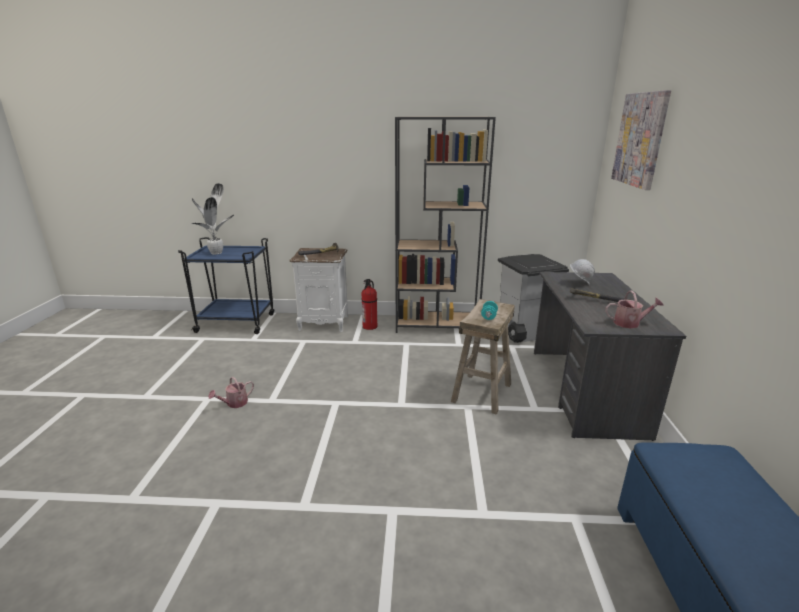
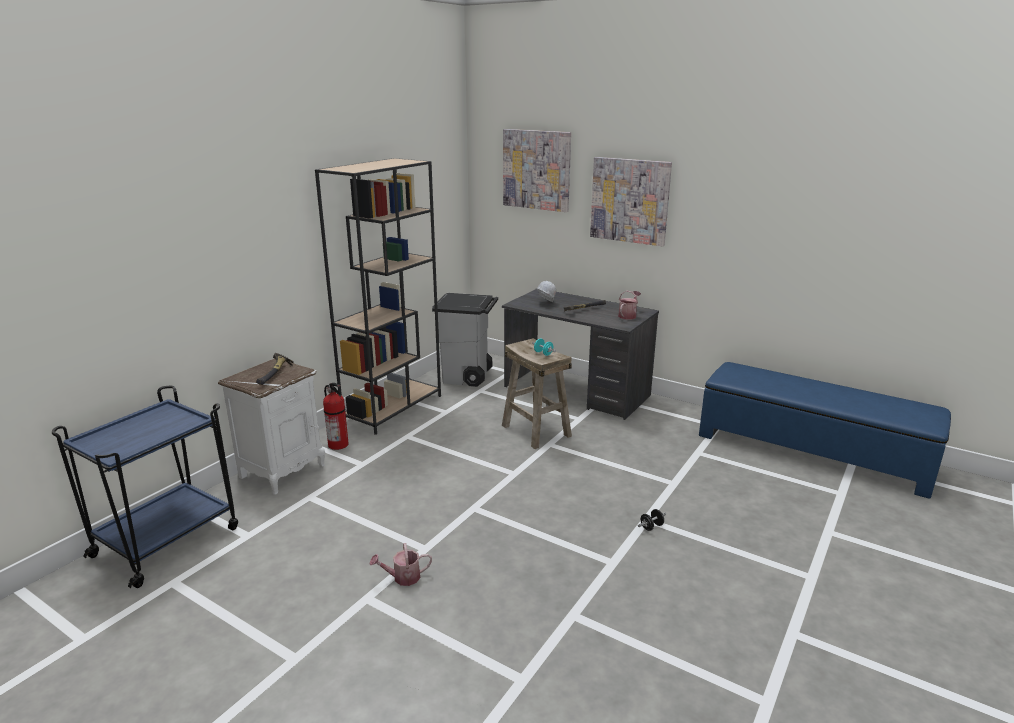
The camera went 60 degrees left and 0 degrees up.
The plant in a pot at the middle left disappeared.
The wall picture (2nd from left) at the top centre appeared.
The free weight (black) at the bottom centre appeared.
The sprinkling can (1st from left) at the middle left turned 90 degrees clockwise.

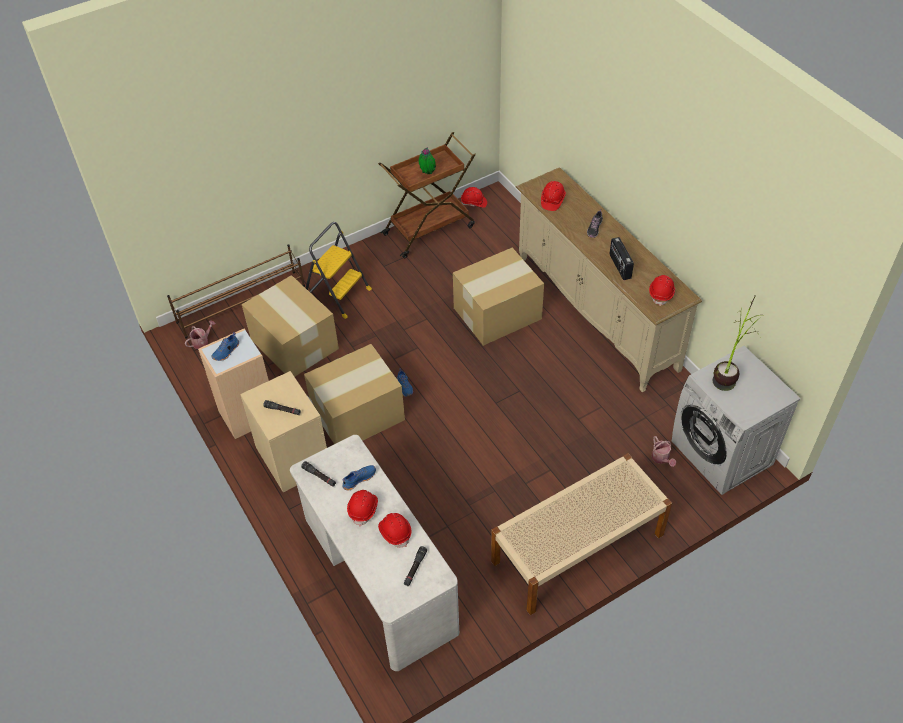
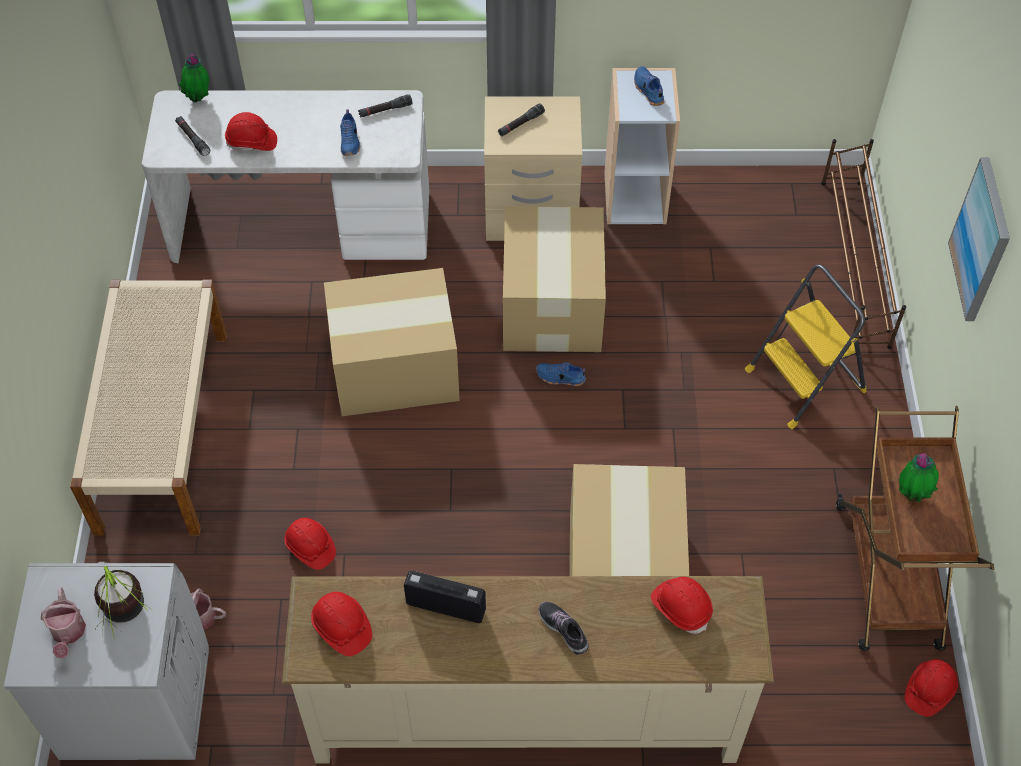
The camera went 120 degrees right and 5 degrees up.
The plant in a pot (2nd from left) at the top left appeared.
The wall picture at the top right appeared.
The sprinkling can (1st from left) moved from the middle left to the bottom left.
The cardboard box (1st from left) moved from the middle left to the centre.
The safety helmet (red) (1st from left in the first image) moved from the bottom centre to the bottom left.

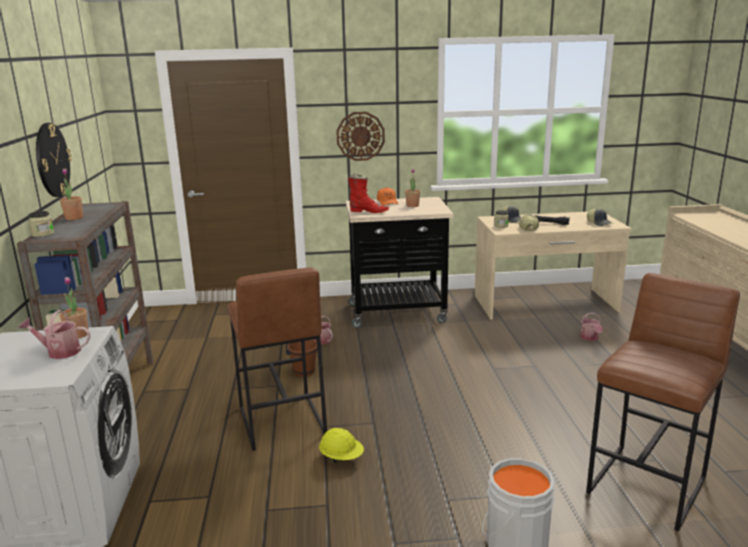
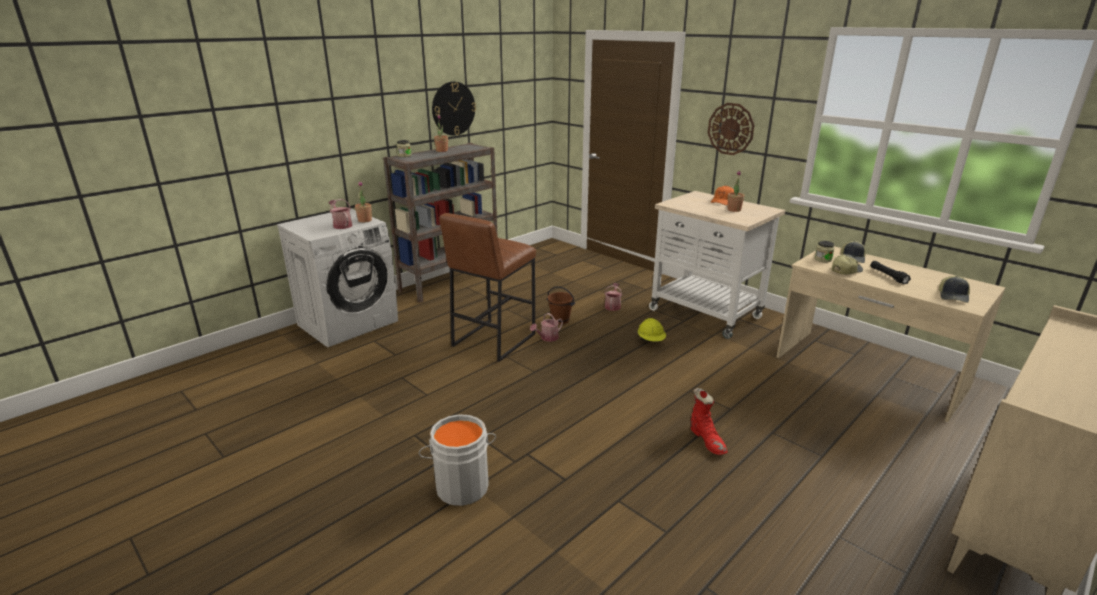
The camera went 50 degrees right and 5 degrees up.
The stool (brown) (2nd from left) at the bottom right disappeared.
The safety helmet (yellow) moved from the bottom centre to the centre.
The boot (red) moved from the centre to the bottom centre.
The sprinkling can (3rd from left in the first image) moved from the middle right to the centre.
The cart (black) at the centre became the cart (white) at the centre.

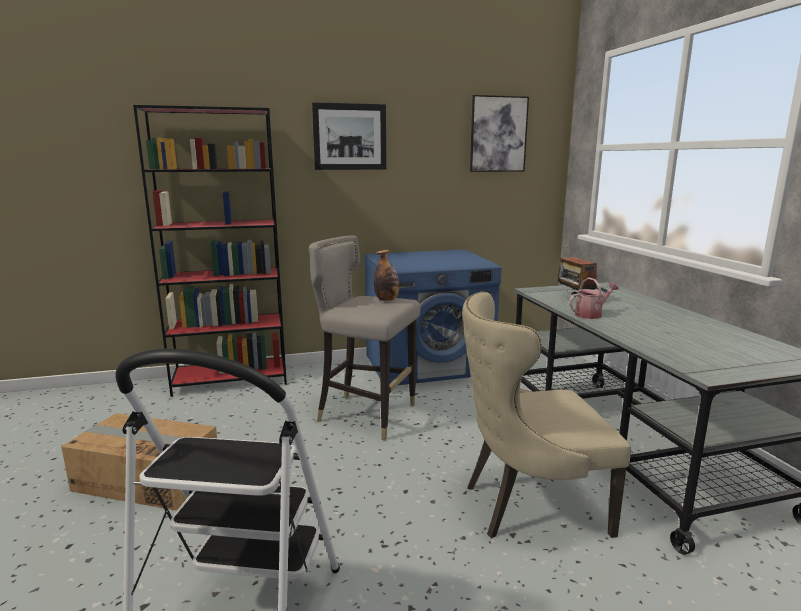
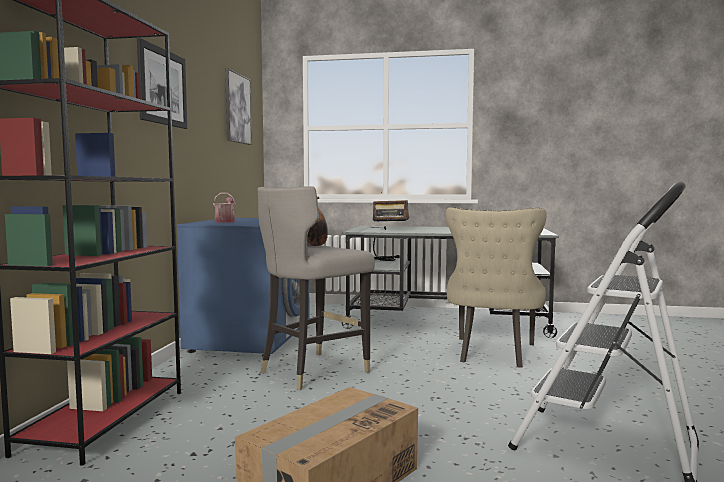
The camera went 65 degrees left and 10 degrees down.
The sprinkling can moved from the middle right to the middle left.

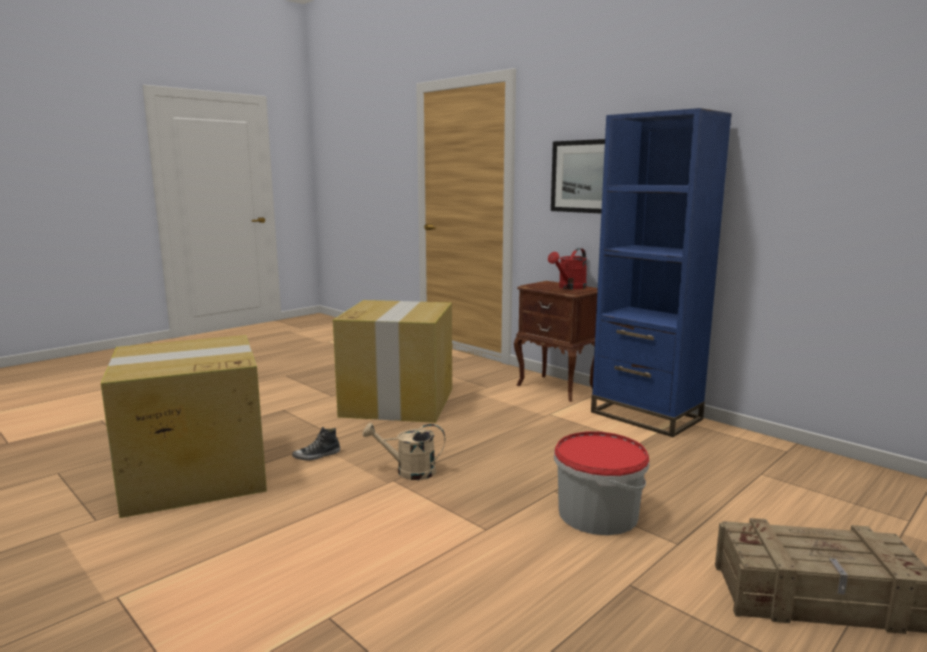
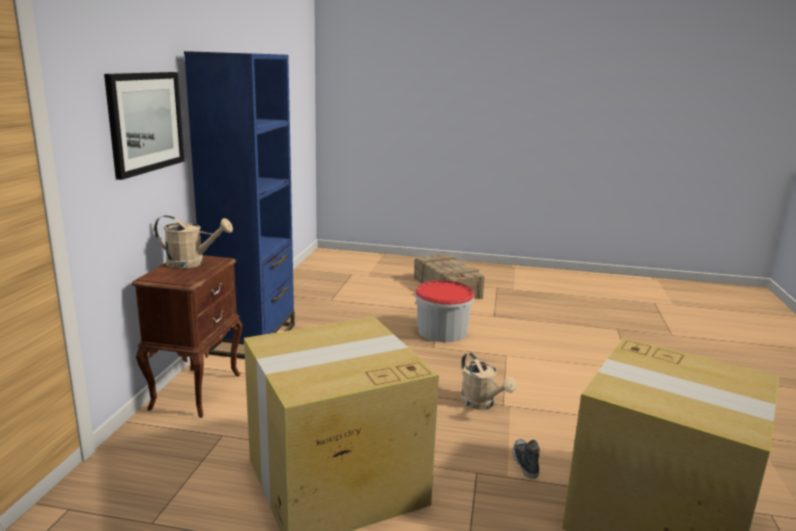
The camera went 125 degrees left and 5 degrees up.
The sprinkling can (red) at the centre became the sprinkling can (beige-coloured) (1st from left) at the middle left.
The item of footwear at the bottom centre turned 120 degrees counterclockwise.

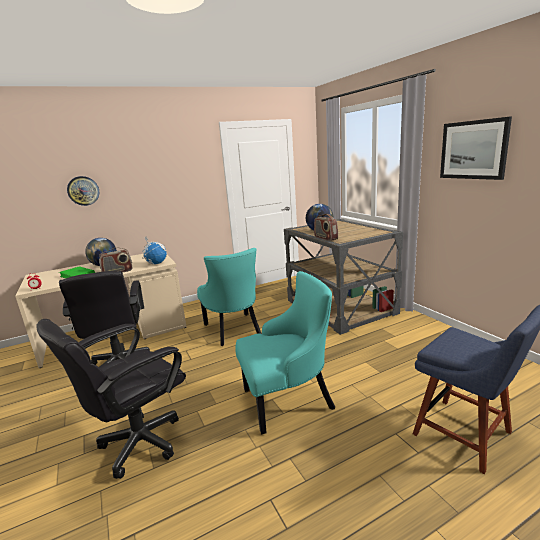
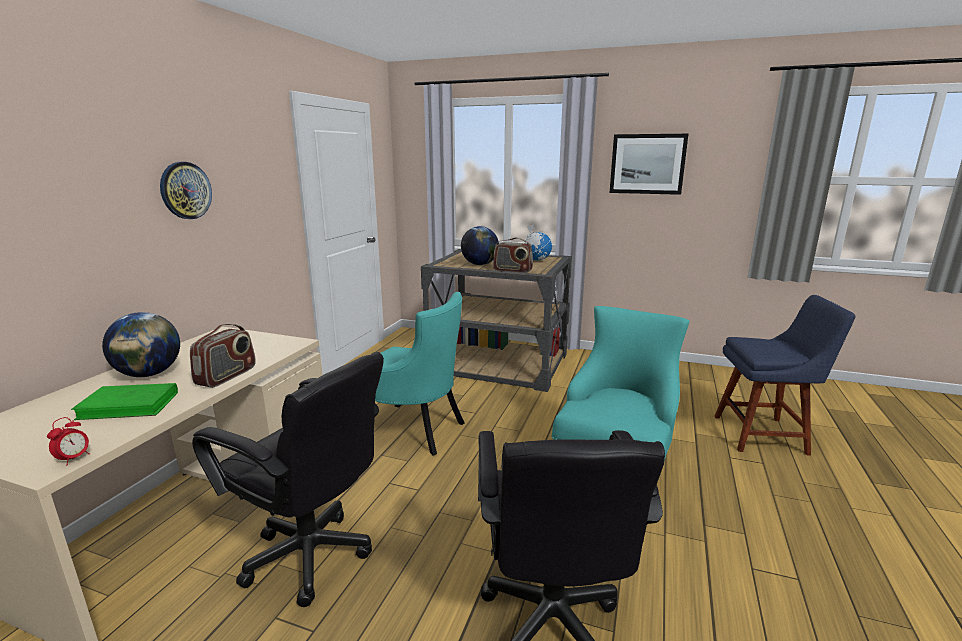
The camera went 45 degrees left and 0 degrees up.
The hanging clock moved from the middle left to the top left.
The desk globe (2nd from left in the first image) moved from the middle left to the centre.

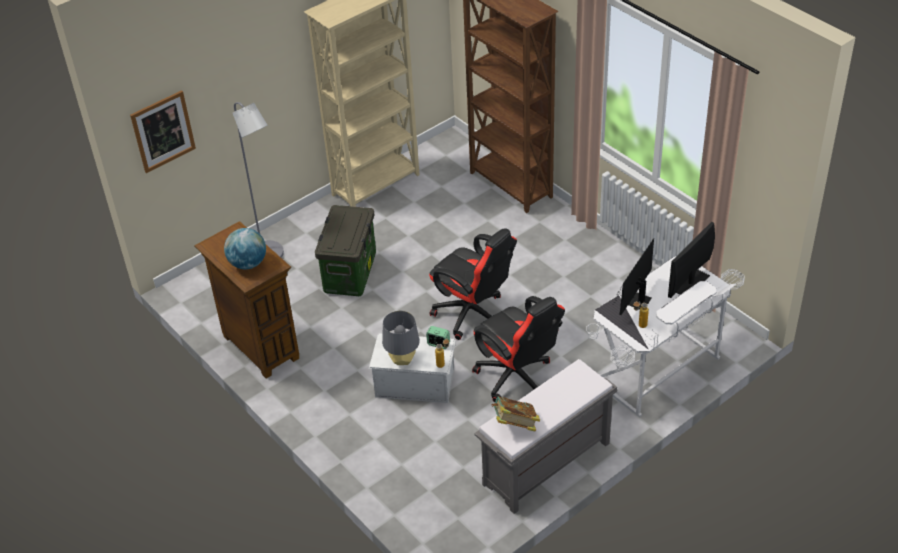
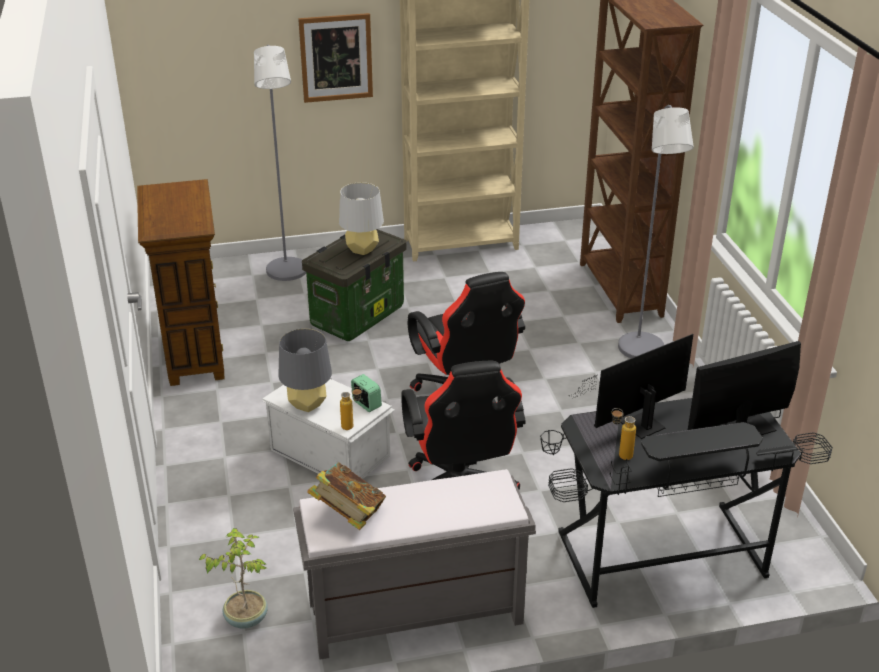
The camera went 25 degrees right and 10 degrees down.
The desk globe at the middle left disappeared.
The plant in a pot at the bottom left appeared.
The table lamp (greyish) (2nd from left) at the top centre appeared.
The standard lamp (greyish) (2nd from left) at the middle right appeared.
The wall picture moved from the top left to the top centre.
The desk (white) at the middle right became the desk (black) at the bottom right.

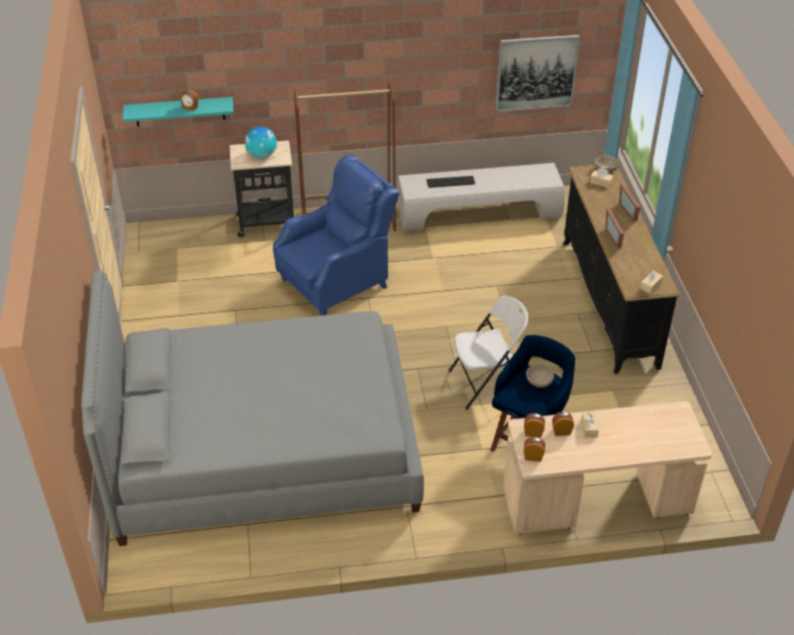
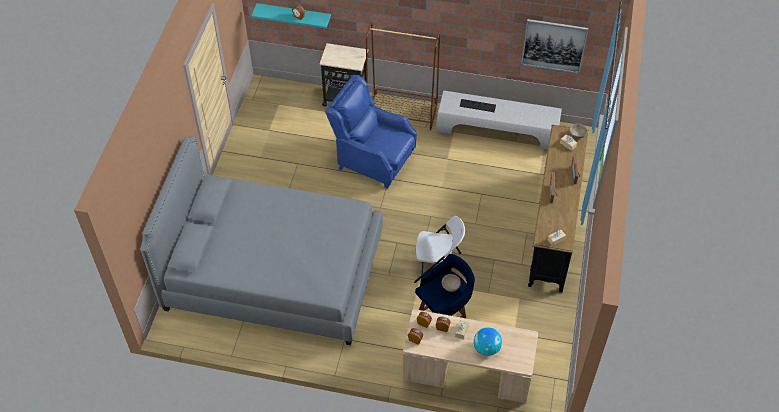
The camera went 20 degrees right and 10 degrees up.
The desk globe moved from the top left to the bottom centre.
The easy chair (bluish) at the centre turned 135 degrees counterclockwise.

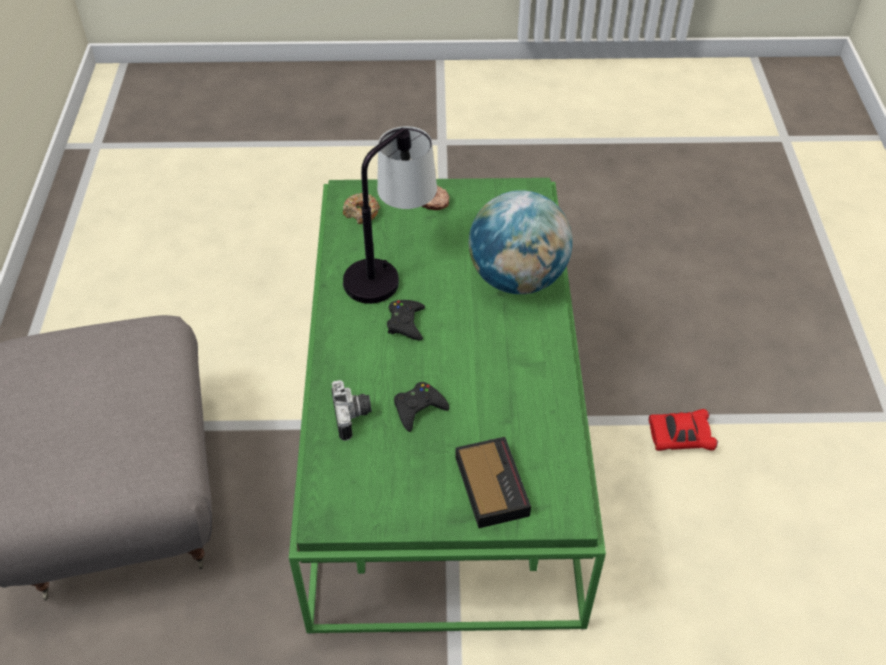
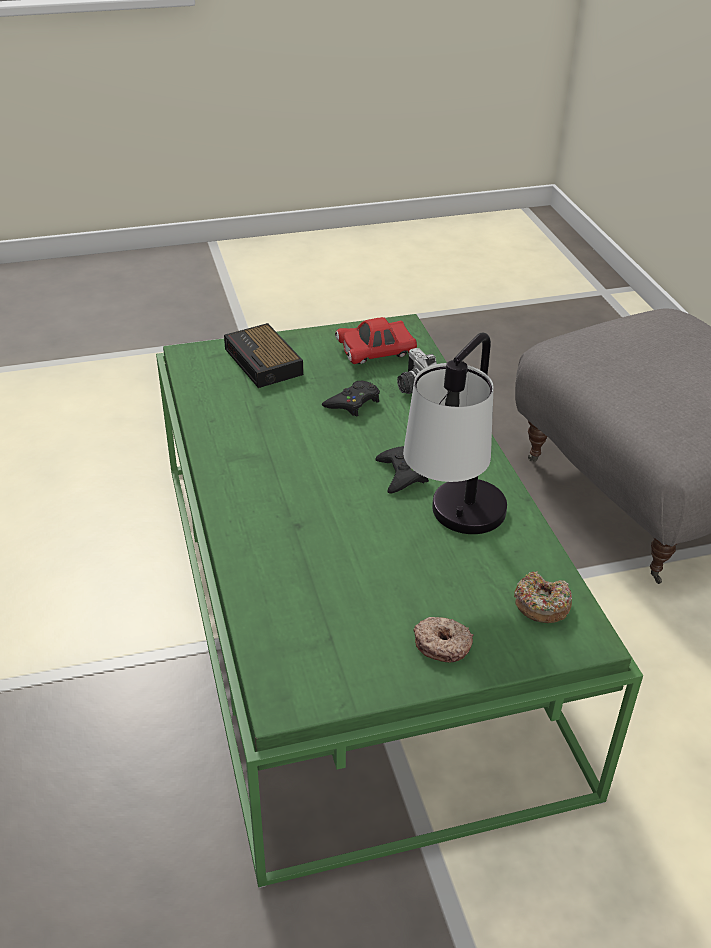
The camera went 165 degrees right and 10 degrees down.
The desk globe at the centre disappeared.
The model car (red) moved from the middle right to the centre.

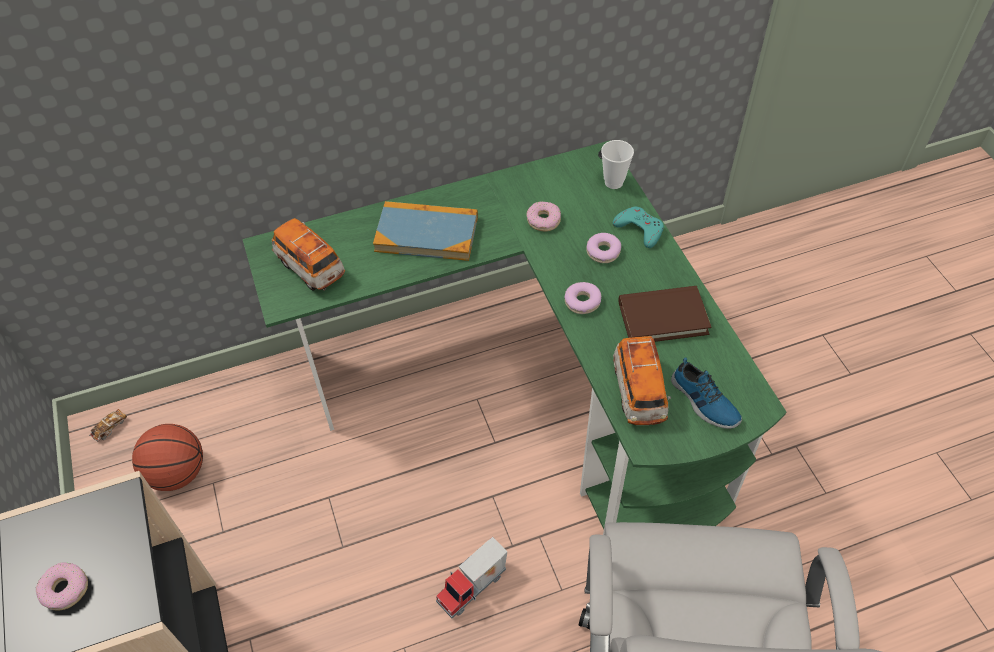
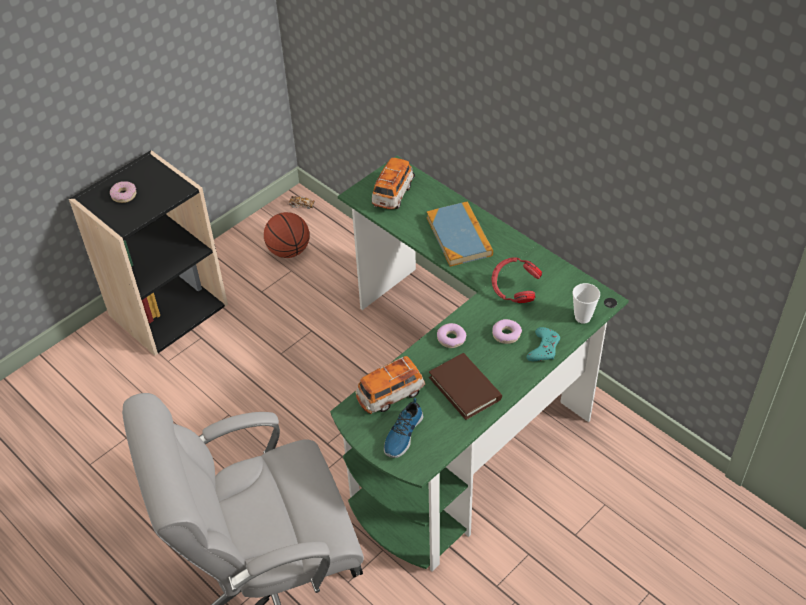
The camera went 65 degrees right and 5 degrees down.
The toy truck at the bottom centre disappeared.
The donut (2nd from left) at the top centre was replaced by the headphones (red) at the centre.

